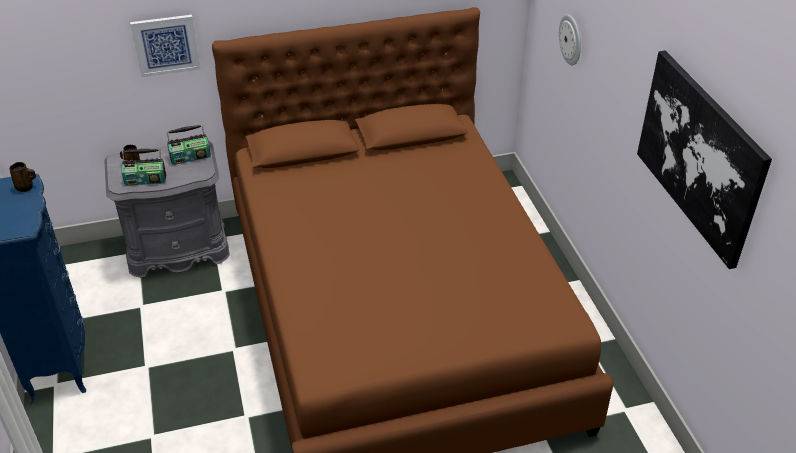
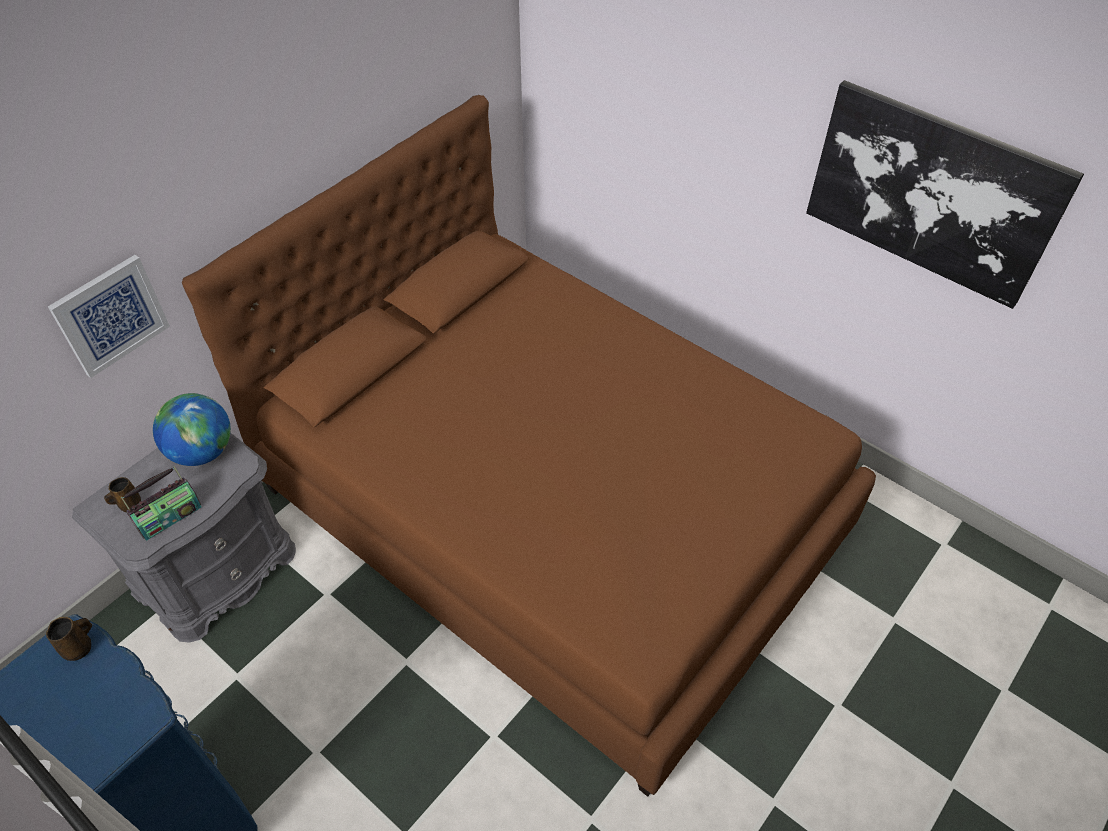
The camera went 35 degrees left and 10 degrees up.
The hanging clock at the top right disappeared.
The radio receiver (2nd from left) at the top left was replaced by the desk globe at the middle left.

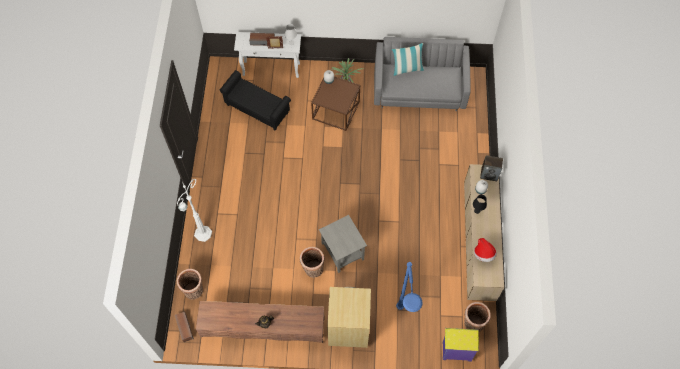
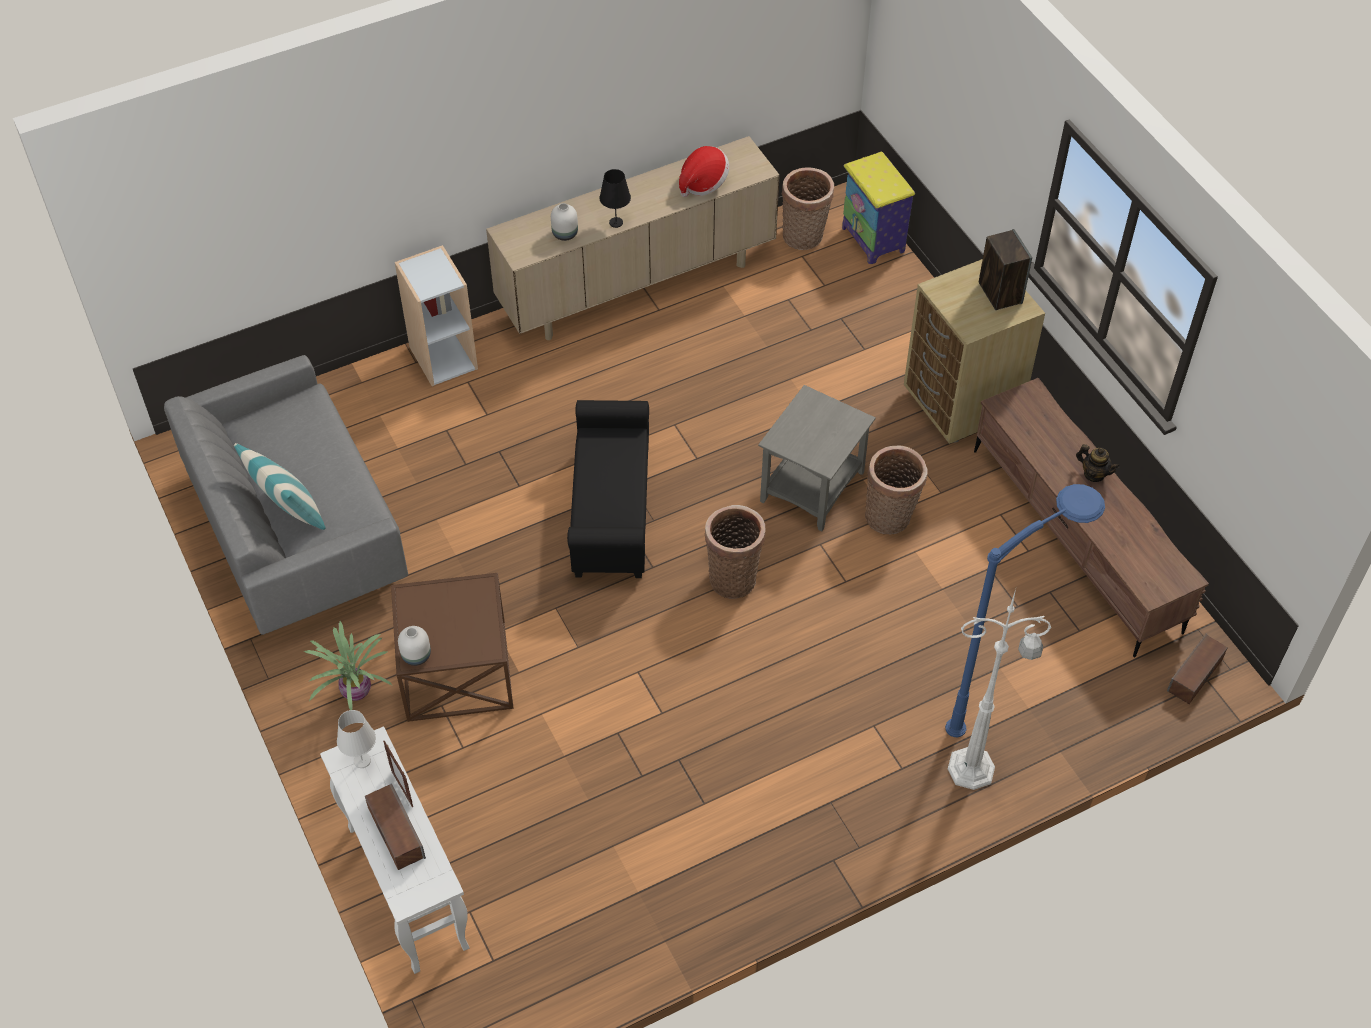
The camera went 120 degrees left and 10 degrees down.
The bookcase at the top left appeared.
The household basket (1st from left) moved from the bottom left to the centre.
The footrest (black) moved from the top centre to the centre.
The standard lamp (bluish) moved from the bottom centre to the middle right.
The loudspeaker (3rd from left in the first image) moved from the middle right to the top right.

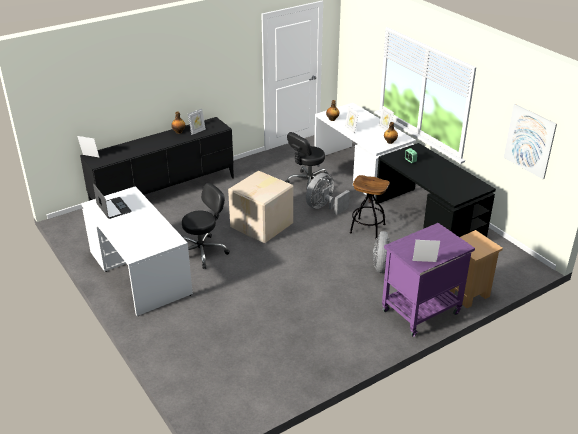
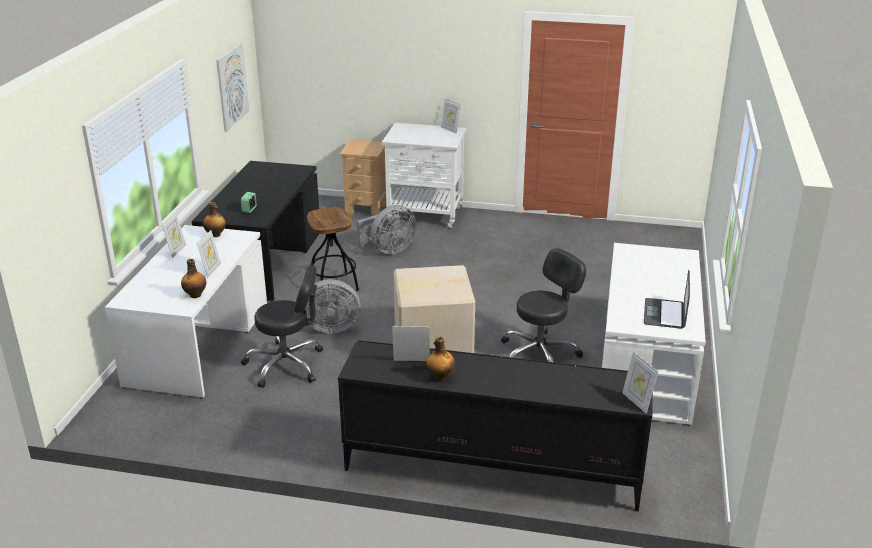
The camera went 135 degrees left and 5 degrees down.
The cart (purple) at the middle right became the cart (white) at the top centre.
The office chair (black) (1st from left in the first image) at the centre turned 135 degrees clockwise.

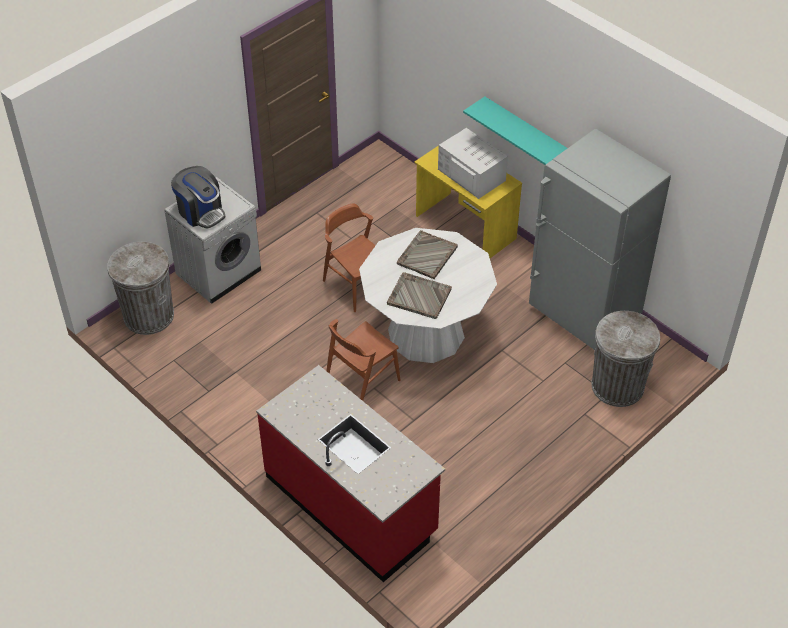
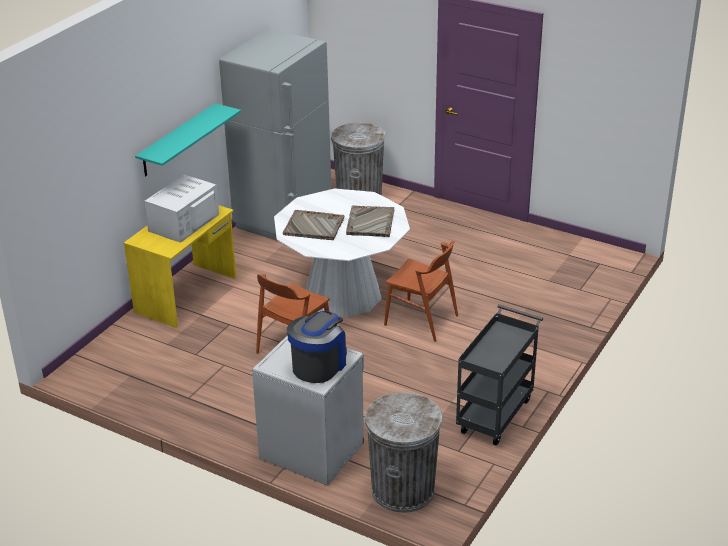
The camera went 105 degrees left and 15 degrees down.
The counter (red) at the bottom centre disappeared.
The cart (greyish) at the bottom right appeared.

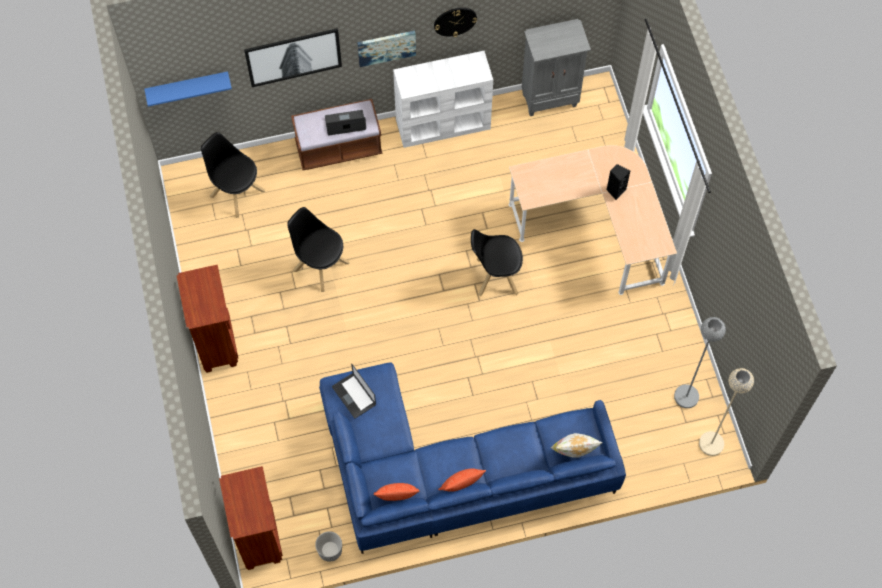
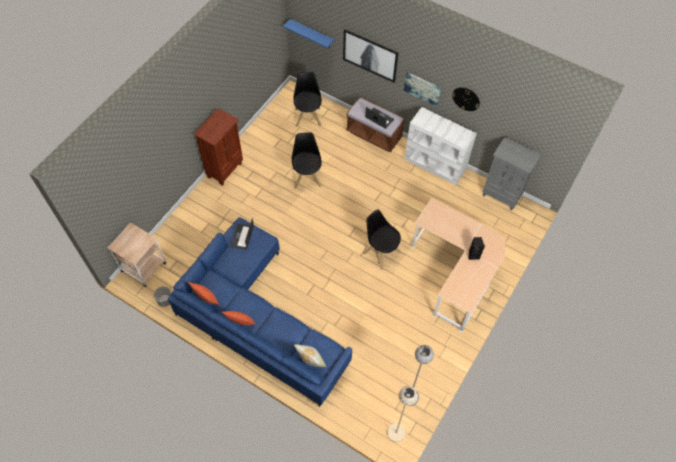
The camera went 45 degrees right and 5 degrees down.
The cabinet (brown) (2nd from left) at the bottom left was replaced by the cart (beige-coloured) at the middle left.

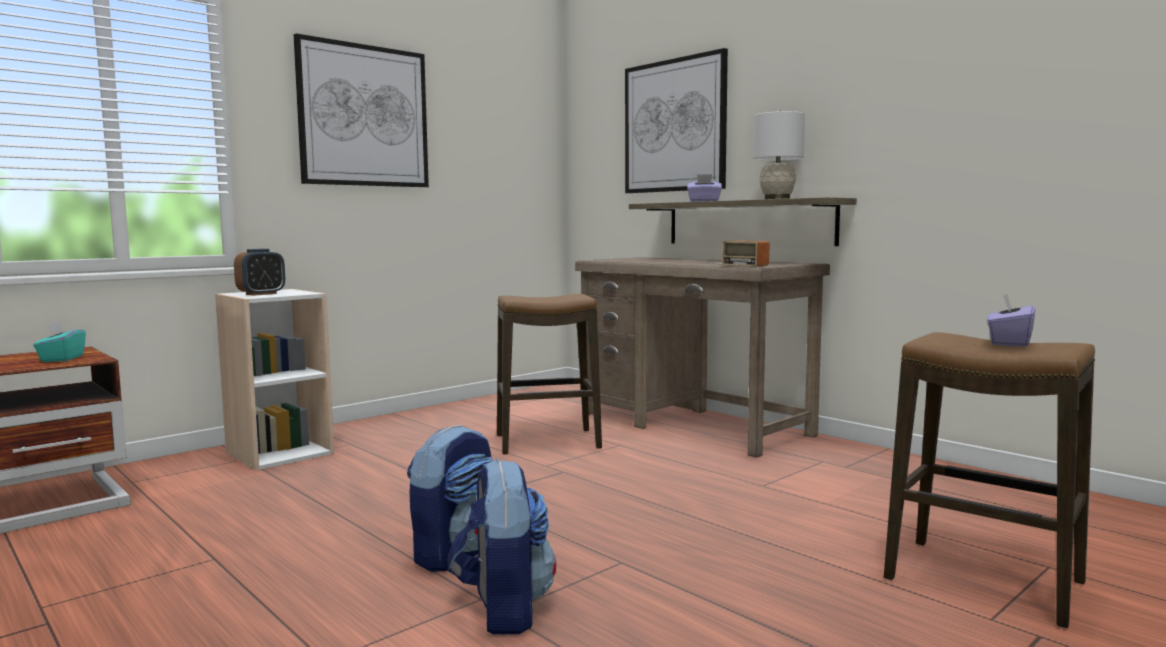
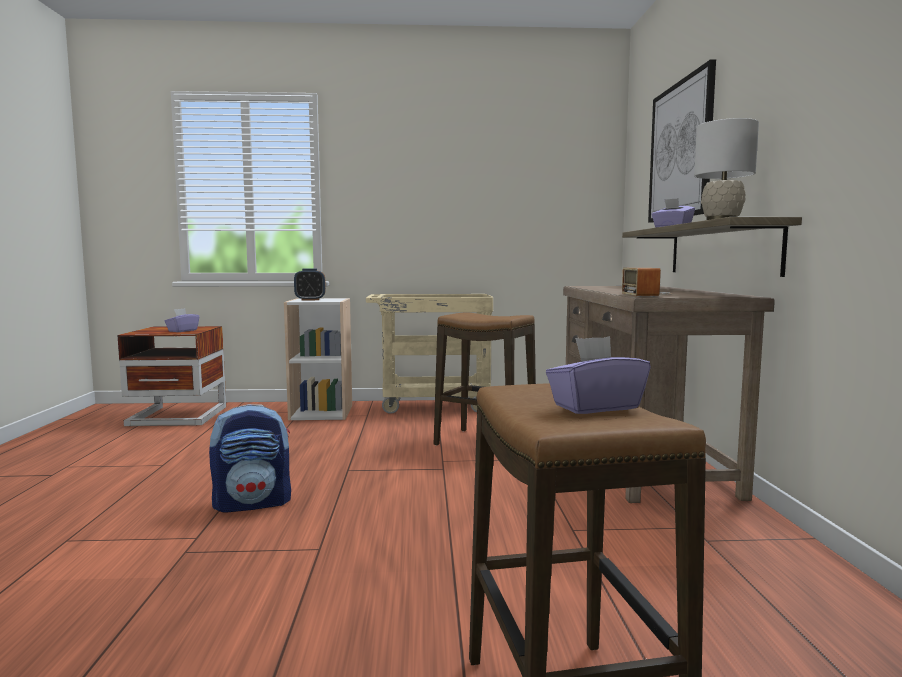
The camera went 40 degrees right and 0 degrees up.
The wall picture (1st from left) at the top left disappeared.
The rucksack (2nd from left) at the bottom centre disappeared.
The cart (beige-coloured) at the centre appeared.
The tissue box (turquoise-coloured) at the middle left became the tissue box (purple) (1st from left) at the middle left.

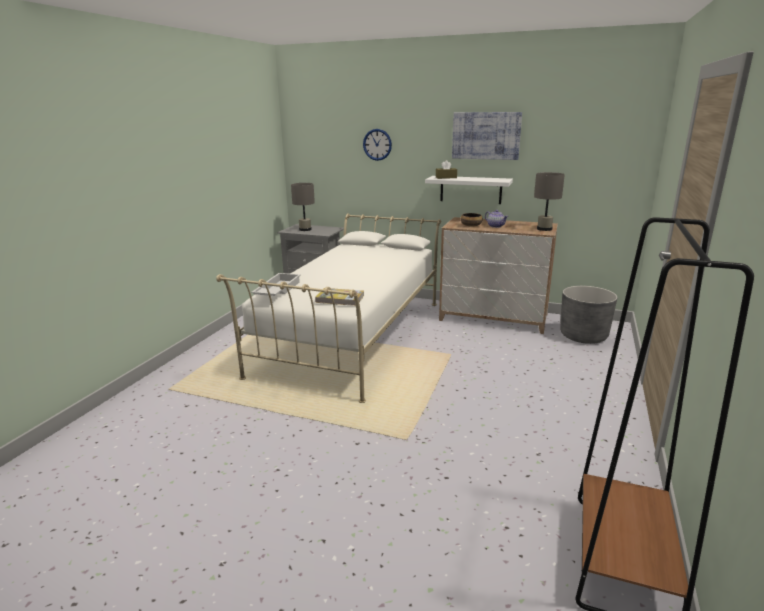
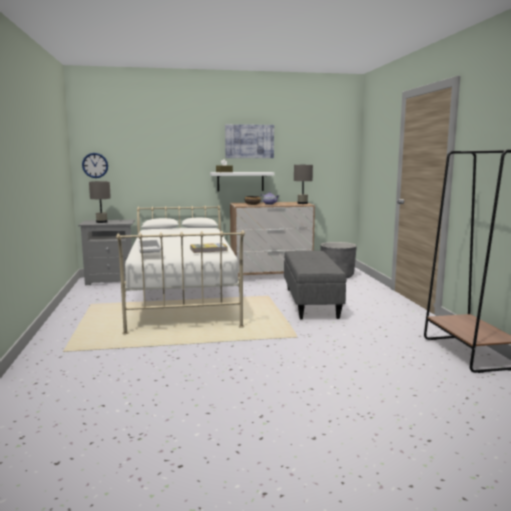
The camera went 30 degrees left and 10 degrees down.
The footrest (greyish) at the centre appeared.
The hanging clock moved from the top centre to the top left.

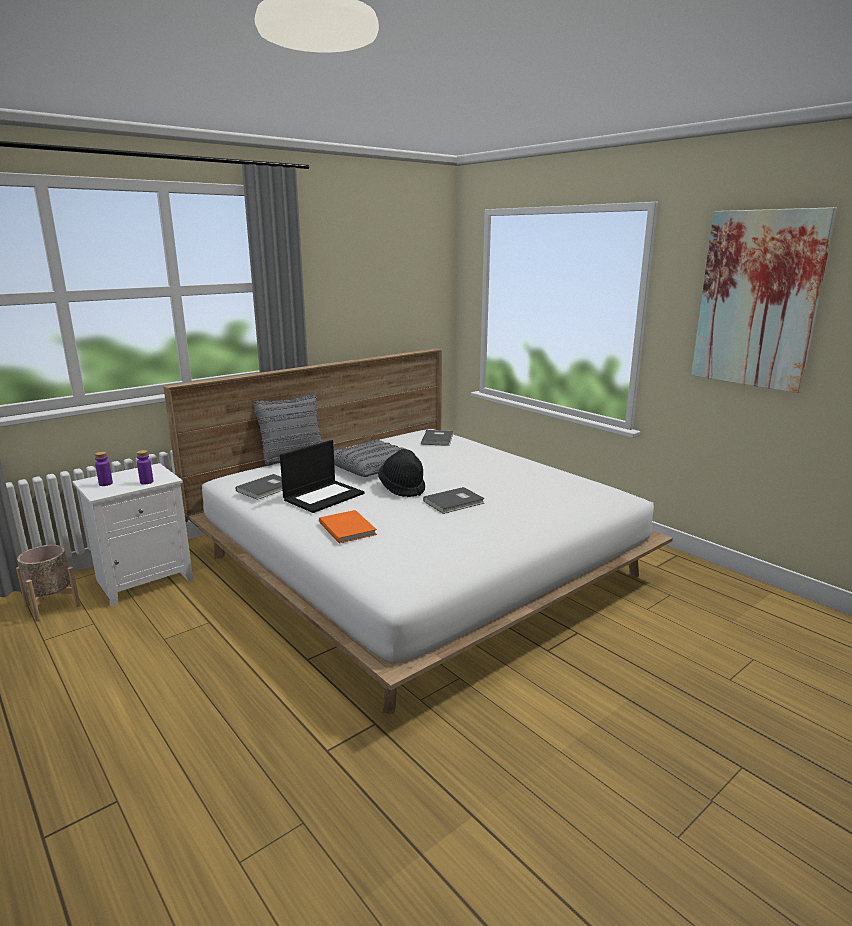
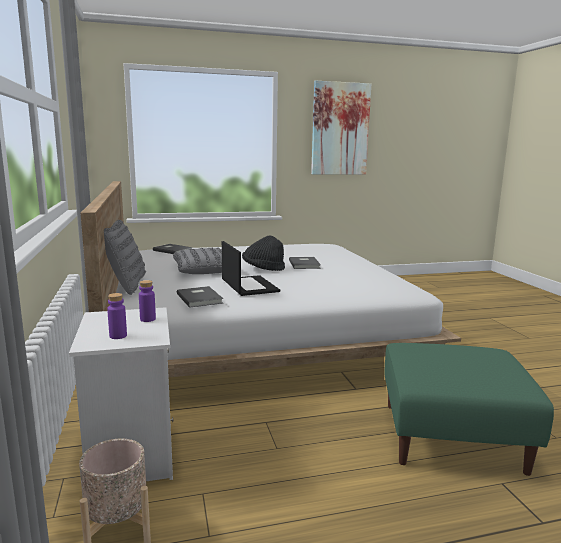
The camera went 65 degrees left and 5 degrees down.
The volume (orange) at the centre disappeared.
The footrest (greenish) at the bottom right appeared.

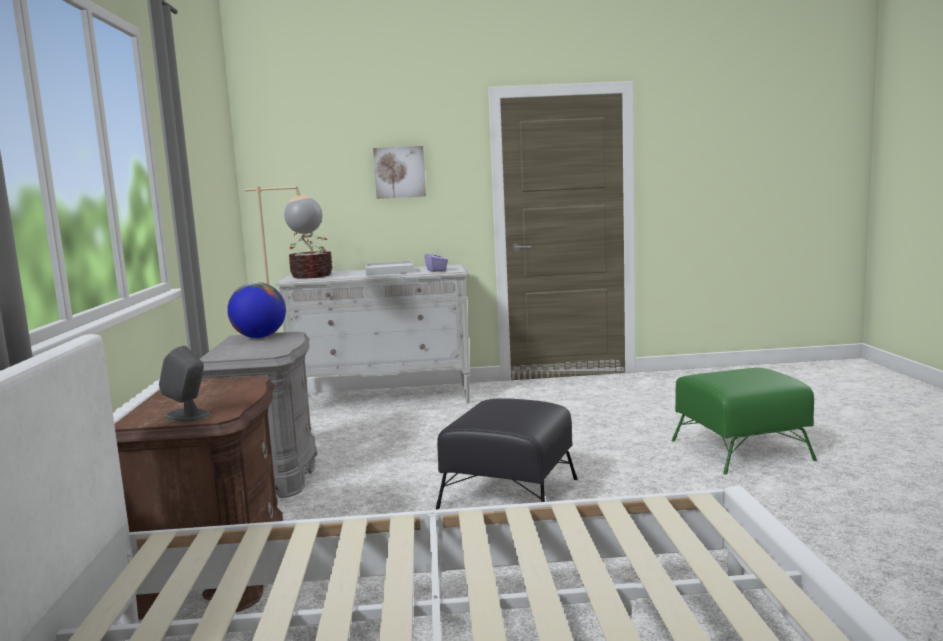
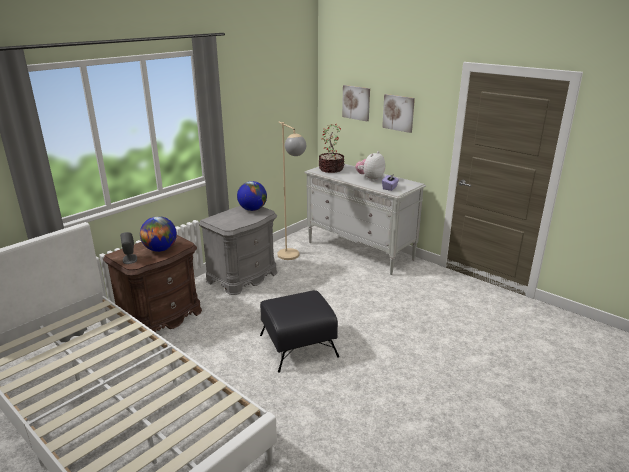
The camera went 45 degrees right and 15 degrees up.
The footrest (greenish) at the middle right disappeared.
The desk globe (1st from left) at the middle left appeared.
The wall picture (1st from left) at the top centre appeared.
The serving tray (white) at the centre was replaced by the soft toy at the centre.

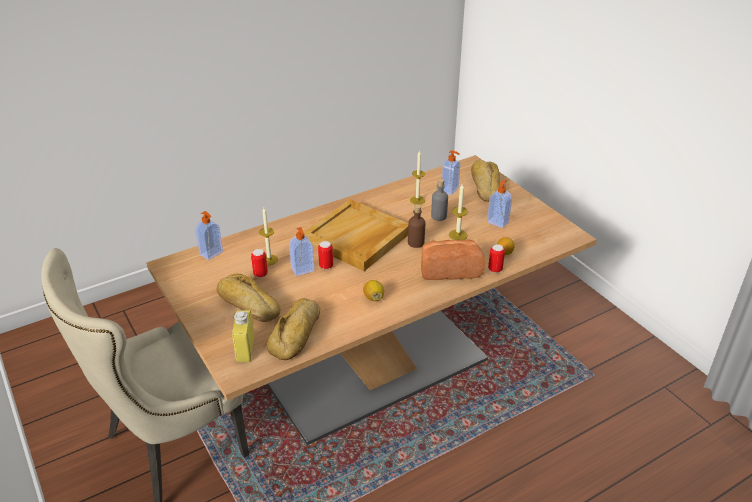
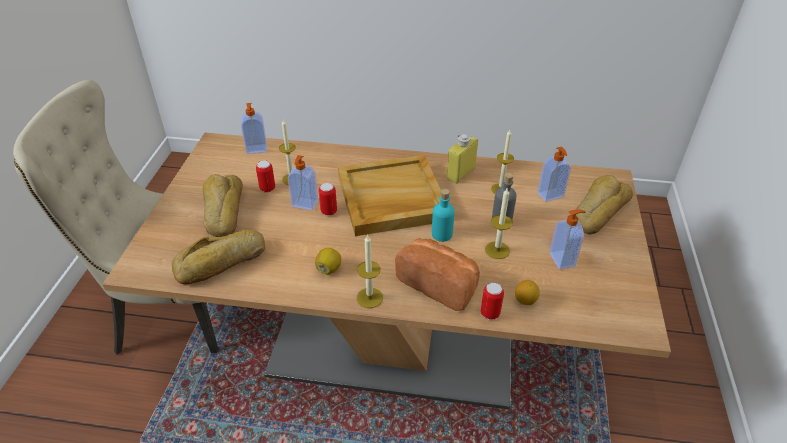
The camera went 40 degrees right and 5 degrees up.
The candle (2nd from left) at the centre appeared.
The drink bottle (yellow) moved from the bottom left to the centre.
The drink bottle (brown) at the centre became the drink bottle (turquoise-coloured) at the centre.

